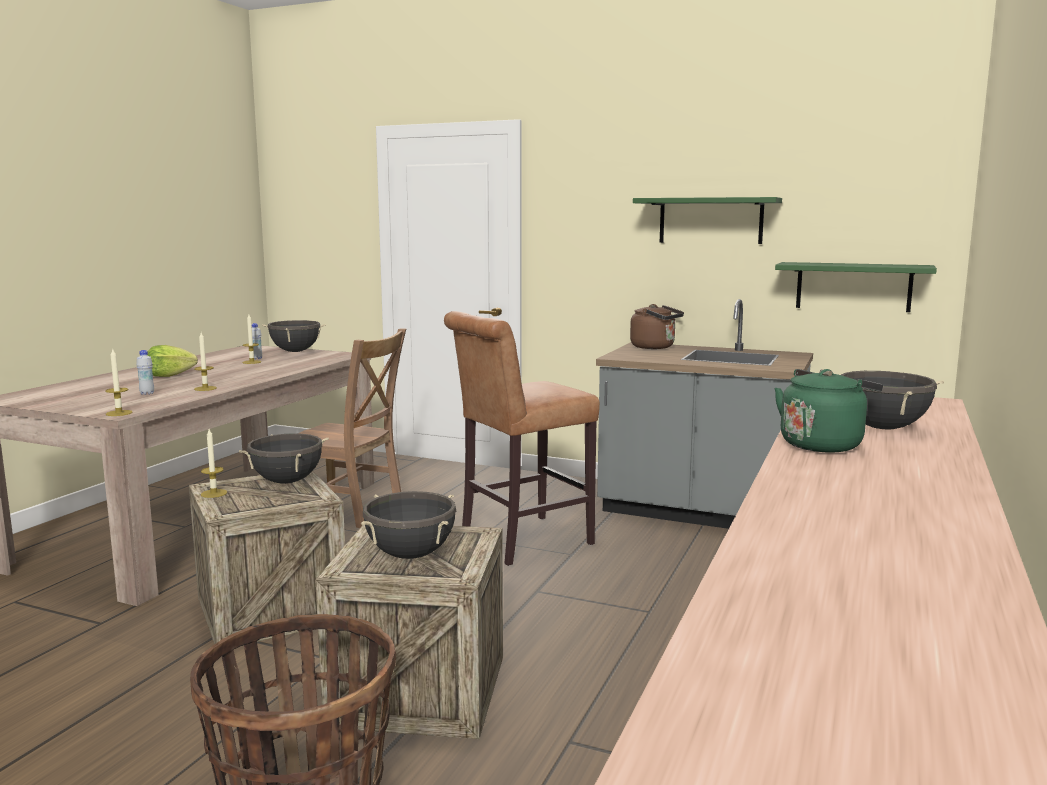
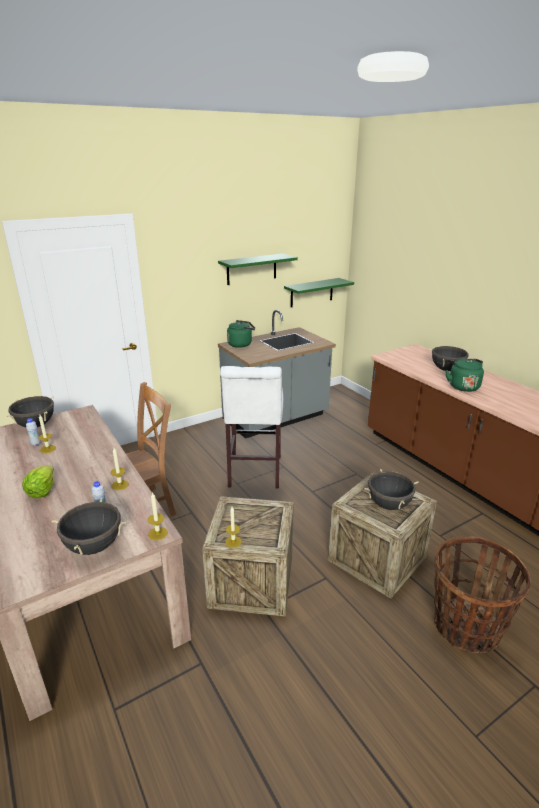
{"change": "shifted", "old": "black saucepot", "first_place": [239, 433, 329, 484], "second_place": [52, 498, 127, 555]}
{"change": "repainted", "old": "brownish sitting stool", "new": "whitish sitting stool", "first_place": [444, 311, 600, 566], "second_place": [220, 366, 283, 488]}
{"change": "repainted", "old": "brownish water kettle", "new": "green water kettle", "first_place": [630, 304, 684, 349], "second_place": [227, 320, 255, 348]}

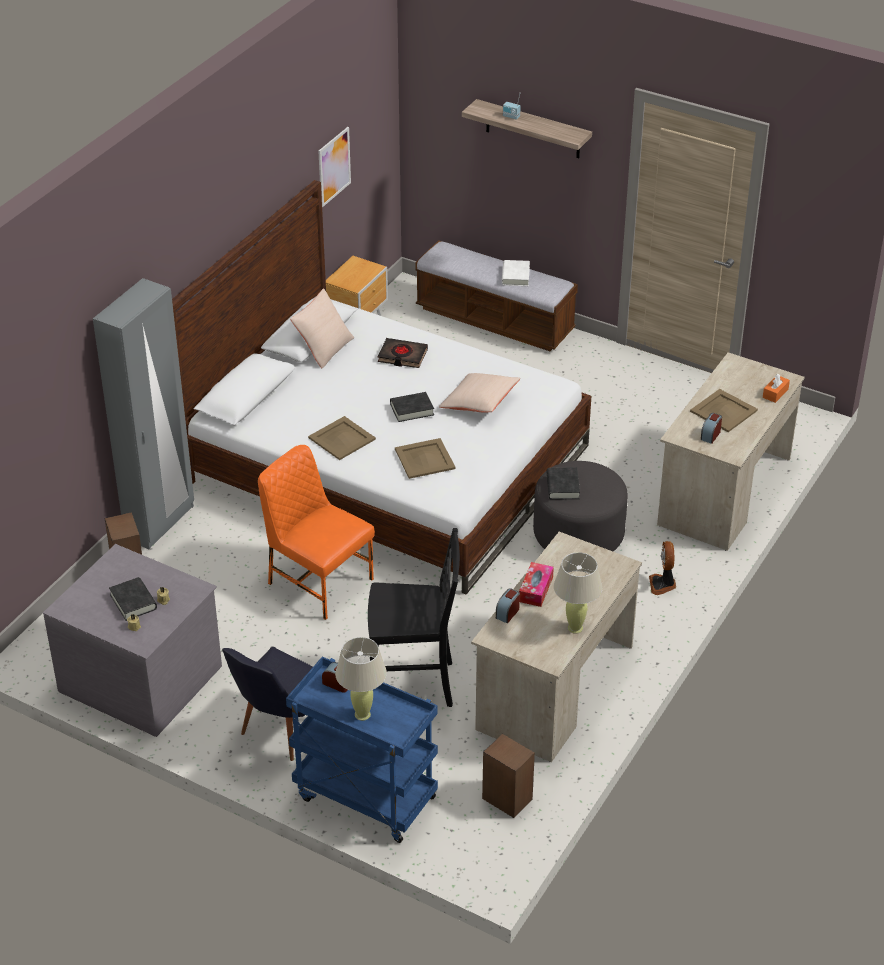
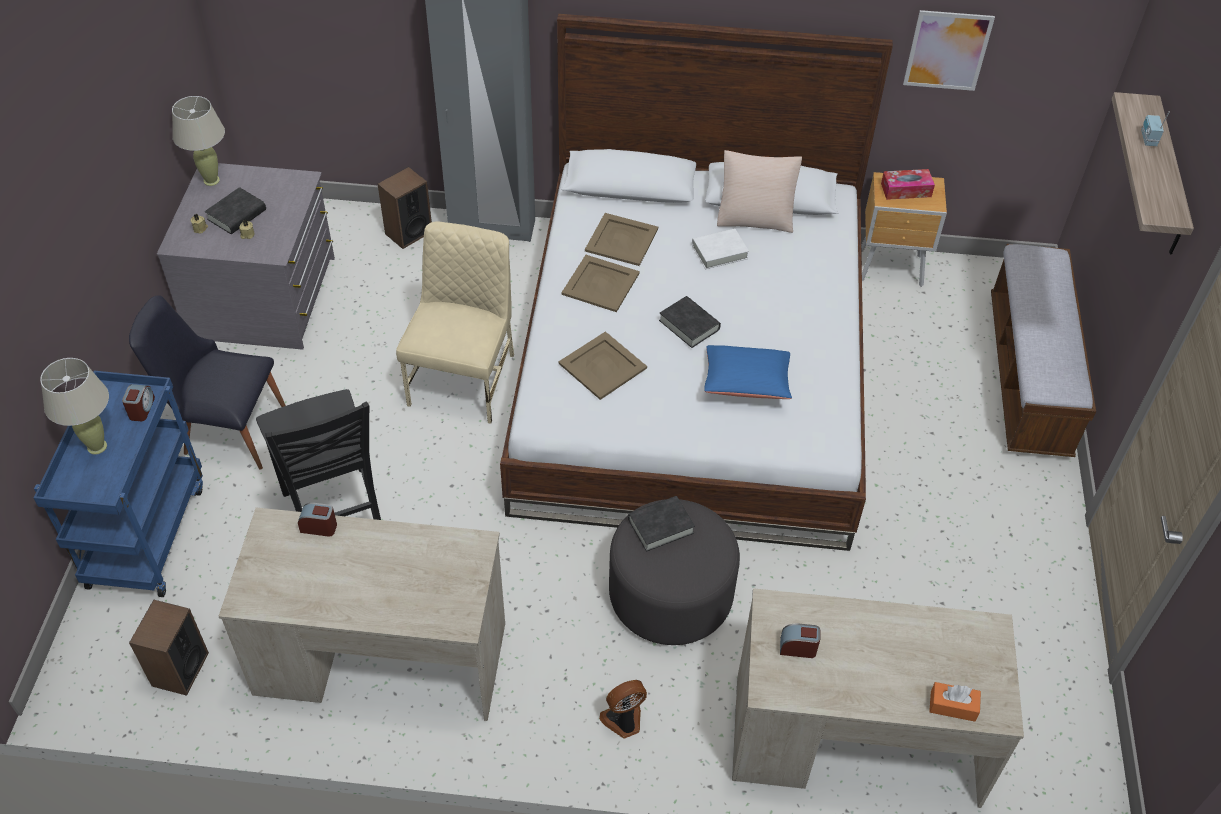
{"change": "shifted", "old": "beige tabletop lamp", "first_place": [554, 552, 602, 634], "second_place": [172, 96, 225, 186]}
{"change": "repainted", "old": "orangey plain chair", "new": "beige plain chair", "first_place": [258, 445, 375, 620], "second_place": [396, 221, 514, 424]}
{"change": "shifted", "old": "beige tray", "first_place": [690, 389, 758, 432], "second_place": [585, 213, 658, 266]}
{"change": "shifted", "old": "whitish volume", "first_place": [502, 260, 530, 286], "second_place": [692, 228, 749, 269]}
{"change": "repainted", "old": "beige pillow", "new": "bluish pillow", "first_place": [439, 373, 521, 413], "second_place": [704, 345, 792, 399]}
{"change": "shifted", "old": "tissue box", "first_place": [519, 562, 554, 607], "second_place": [881, 169, 935, 200]}
{"change": "gone", "old": "black volume", "first_place": [378, 338, 428, 368]}

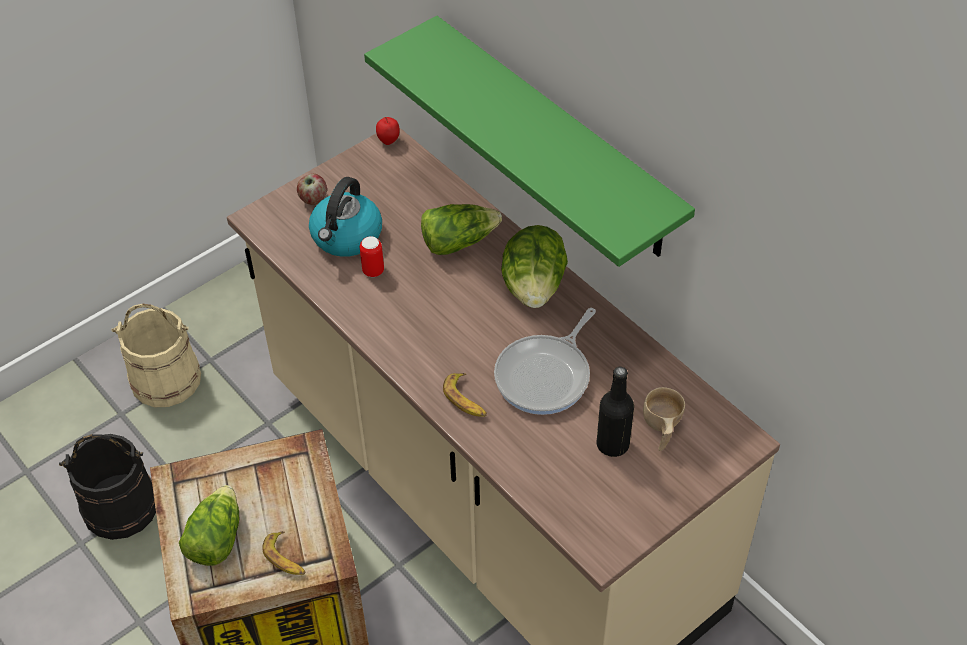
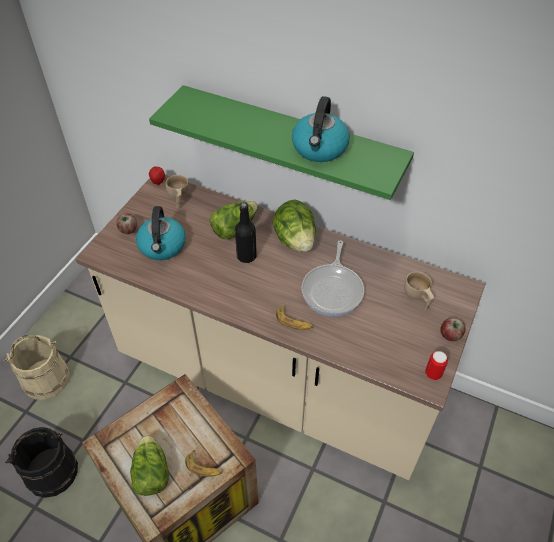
{"change": "new", "new": "beige small cup", "second_place": [166, 175, 189, 209]}
{"change": "shifted", "old": "black drink bottle", "first_place": [596, 367, 634, 457], "second_place": [235, 202, 257, 263]}
{"change": "new", "new": "water kettle", "second_place": [292, 96, 350, 162]}
{"change": "shifted", "old": "sealed can", "first_place": [360, 236, 384, 277], "second_place": [425, 351, 448, 380]}
{"change": "new", "new": "apple fruit", "second_place": [440, 318, 466, 341]}

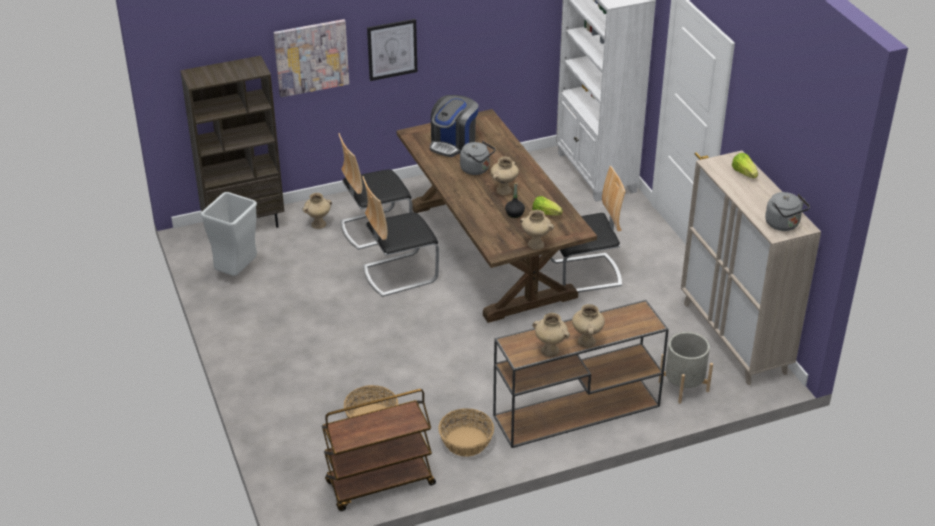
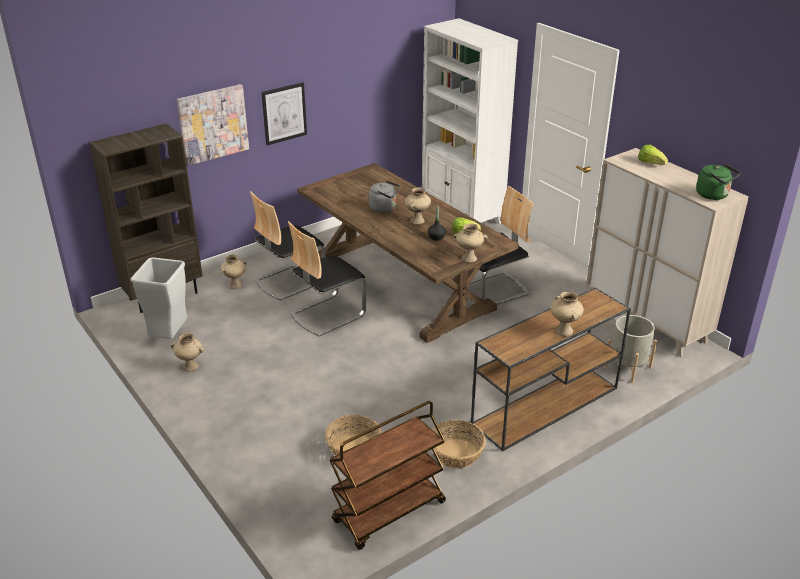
{"change": "shifted", "old": "beige vase", "first_place": [532, 313, 570, 357], "second_place": [171, 333, 204, 372]}
{"change": "repainted", "old": "grey water kettle", "new": "green water kettle", "first_place": [765, 192, 810, 231], "second_place": [696, 164, 740, 200]}
{"change": "gone", "old": "coffee brewer", "first_place": [430, 95, 479, 157]}

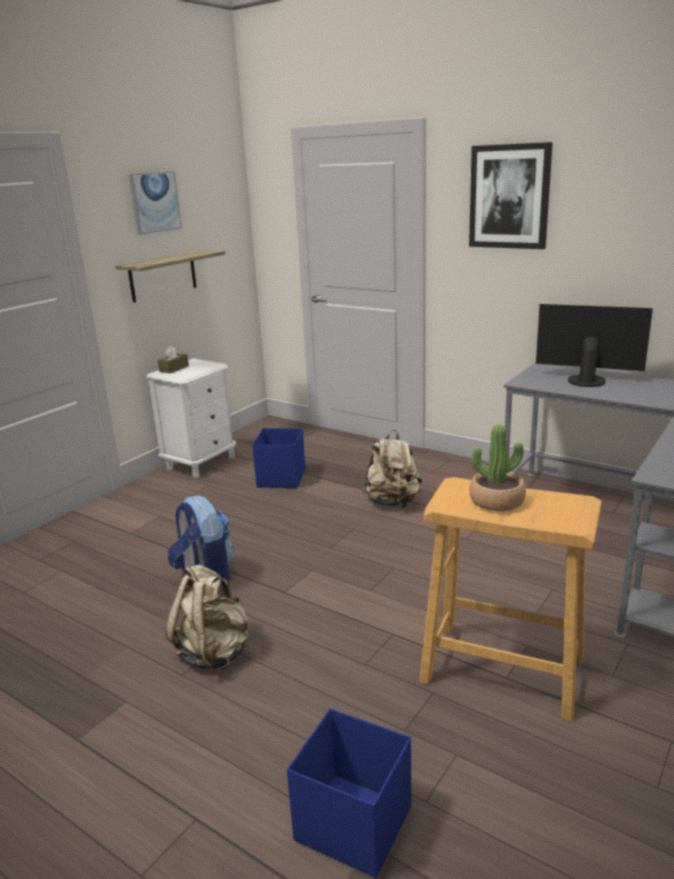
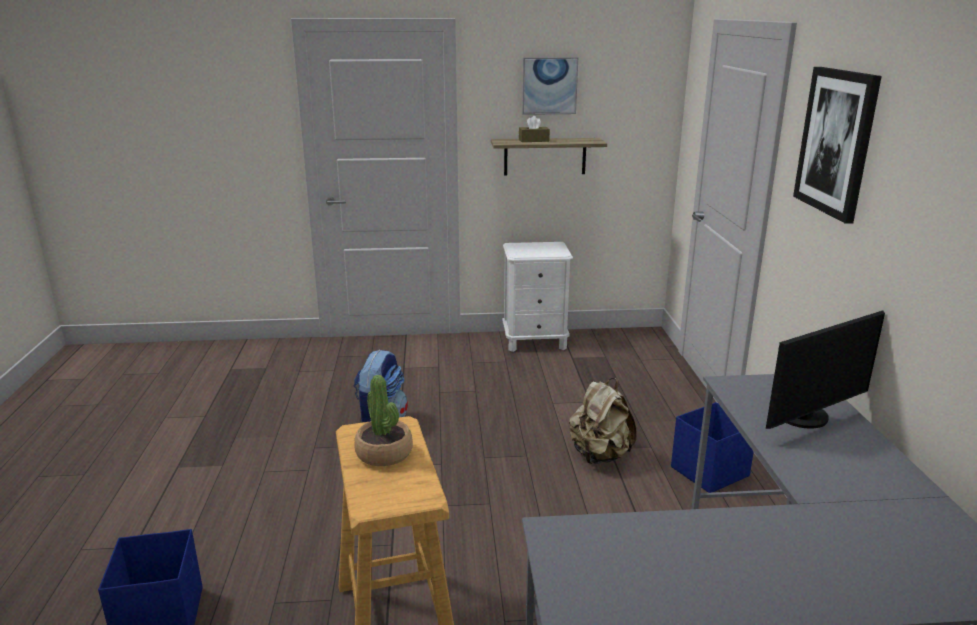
{"change": "shifted", "old": "brownish tissue box", "first_place": [158, 346, 189, 373], "second_place": [519, 116, 550, 142]}
{"change": "shifted", "old": "bluish storage box", "first_place": [252, 428, 305, 488], "second_place": [671, 402, 754, 493]}
{"change": "rotated", "old": "monitor", "first_place": [536, 304, 653, 387], "second_place": [766, 310, 885, 429], "degrees": 75}
{"change": "gone", "old": "beige backpack", "first_place": [165, 565, 248, 672]}

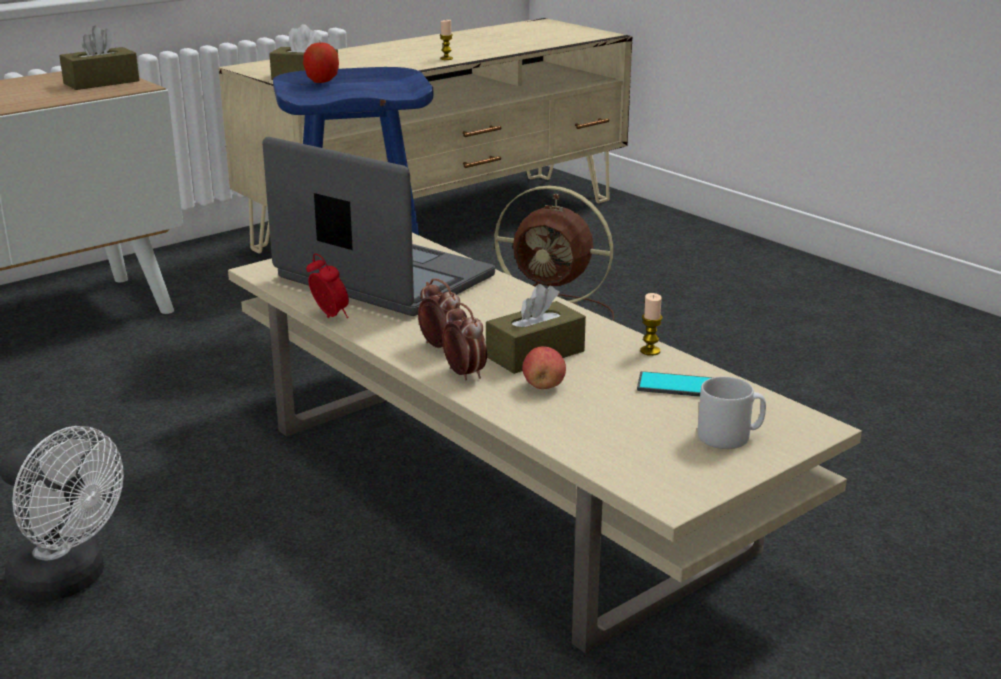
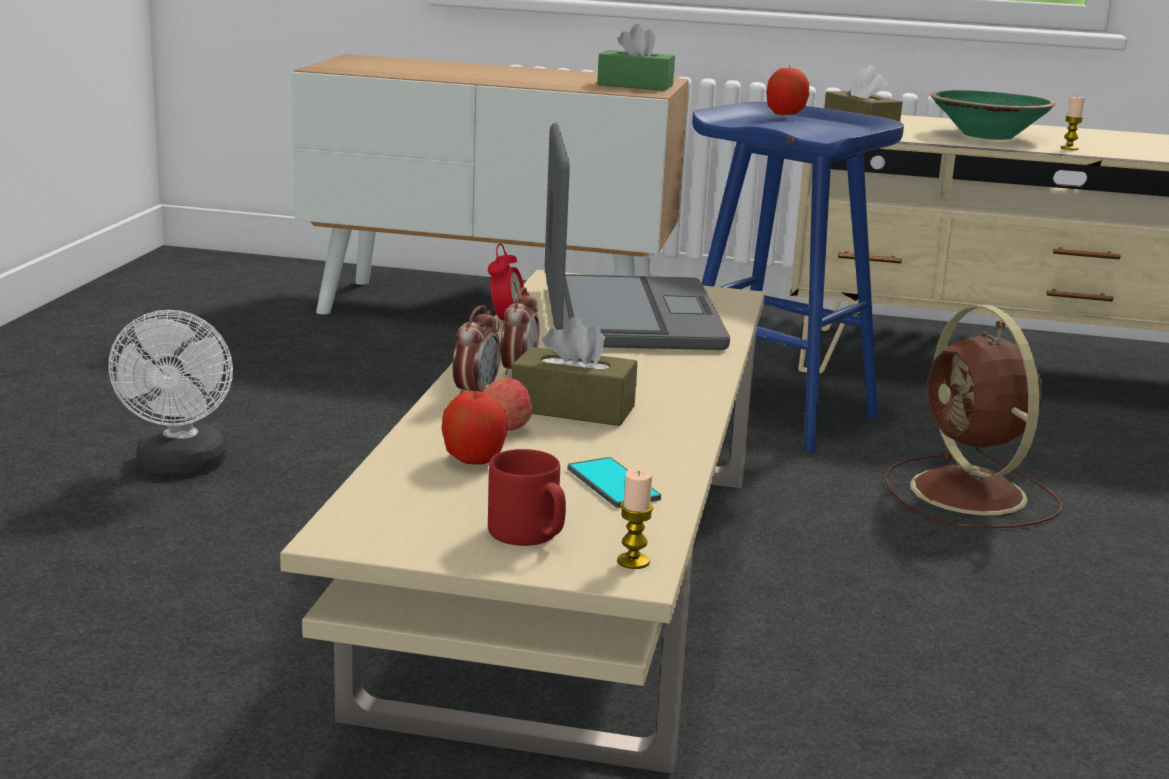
{"change": "new", "new": "apple fruit", "second_place": [442, 390, 507, 465]}
{"change": "repainted", "old": "grey mug", "new": "red mug", "first_place": [697, 377, 766, 449], "second_place": [488, 449, 566, 546]}
{"change": "repainted", "old": "brownish tissue box", "new": "green tissue box", "first_place": [59, 26, 140, 90], "second_place": [597, 24, 675, 91]}
{"change": "shifted", "old": "wax light", "first_place": [640, 293, 663, 356], "second_place": [617, 467, 654, 569]}
{"change": "new", "new": "green serving bowl", "second_place": [930, 90, 1056, 140]}

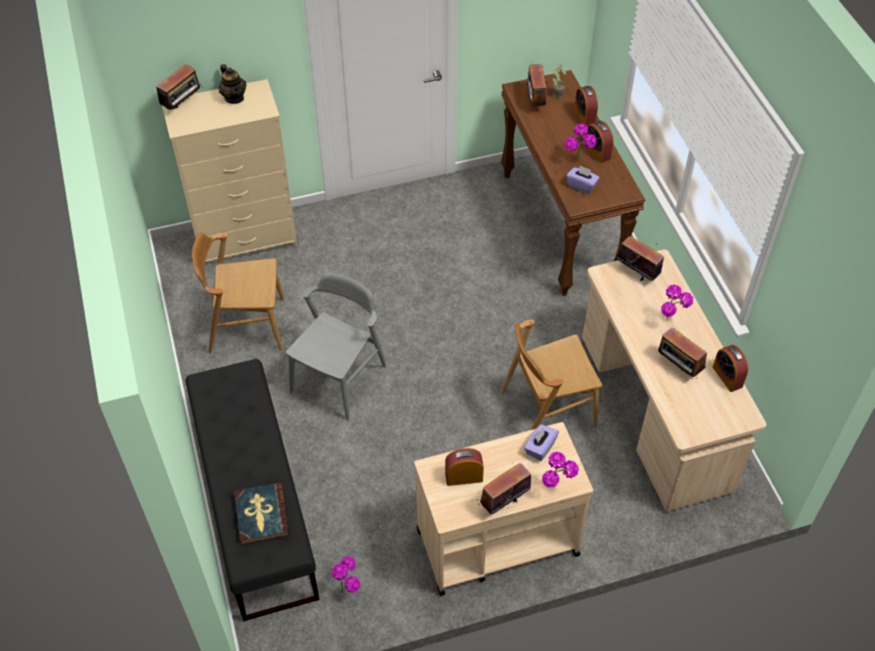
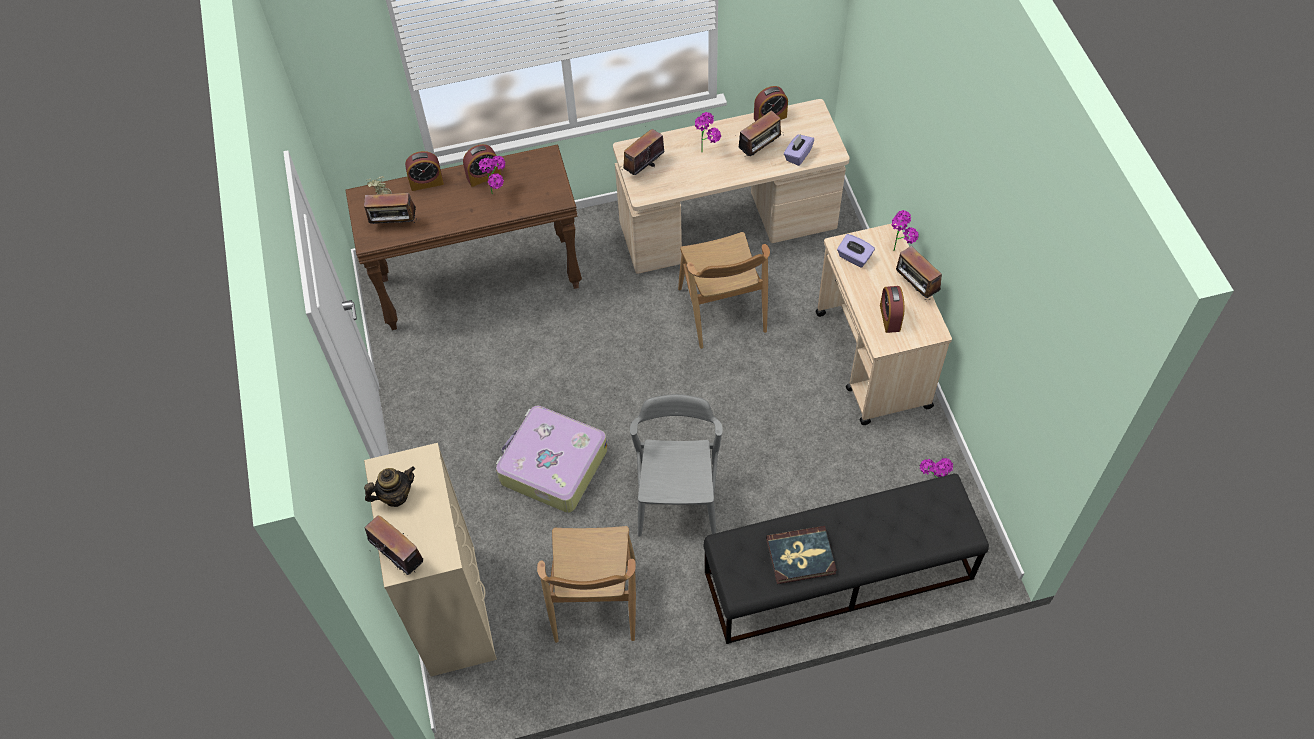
{"change": "new", "new": "suitcase", "second_place": [496, 406, 608, 513]}
{"change": "rotated", "old": "grey plain chair", "first_place": [286, 272, 386, 420], "second_place": [630, 394, 723, 537], "degrees": 60}
{"change": "shifted", "old": "volume", "first_place": [234, 483, 289, 545], "second_place": [766, 526, 837, 584]}
{"change": "shifted", "old": "purple tissue box", "first_place": [566, 166, 600, 194], "second_place": [784, 134, 814, 166]}

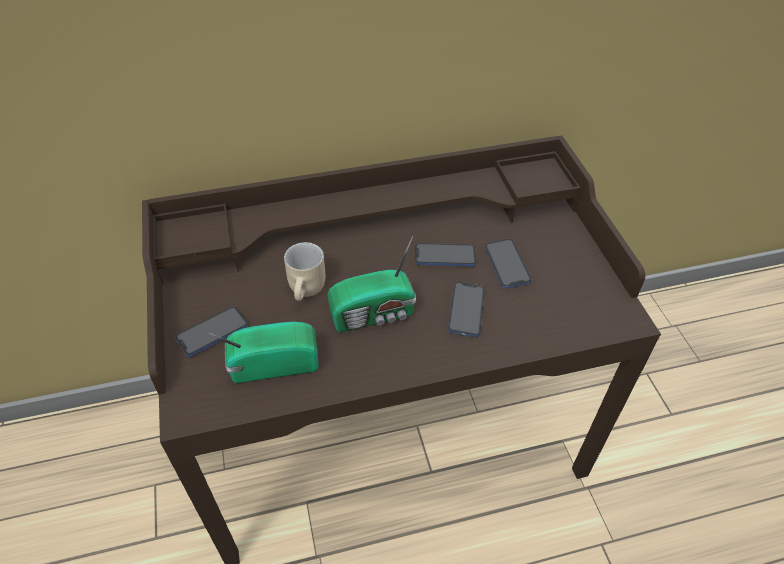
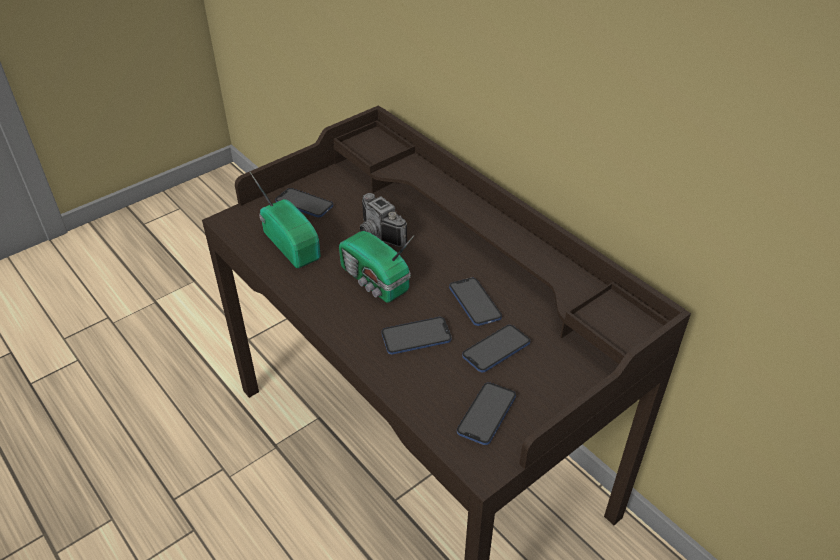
{"change": "swapped", "old": "beige mug", "new": "photo camera", "first_place": [284, 242, 326, 301], "second_place": [360, 193, 407, 247]}
{"change": "new", "new": "handset", "second_place": [457, 382, 516, 445]}

